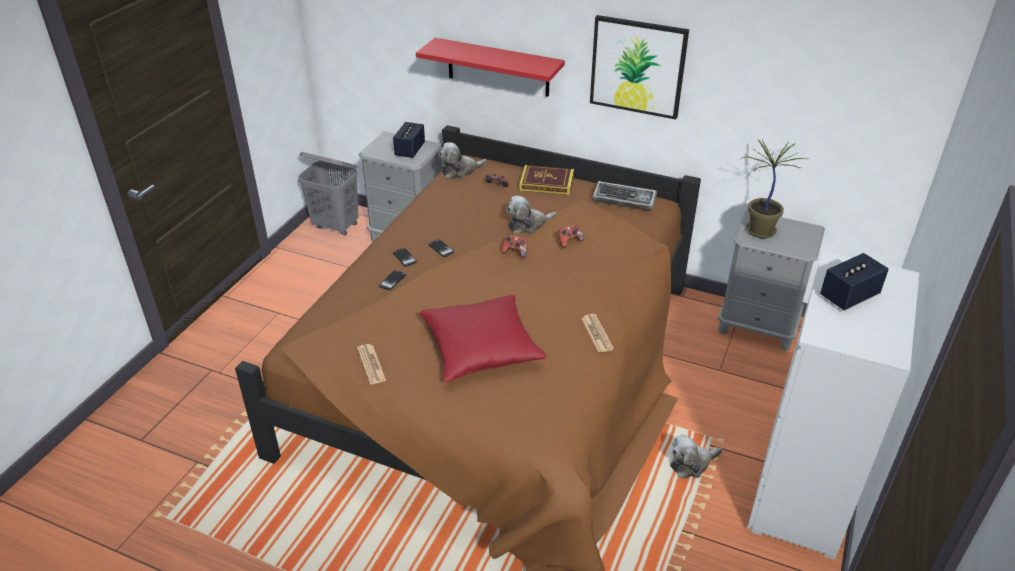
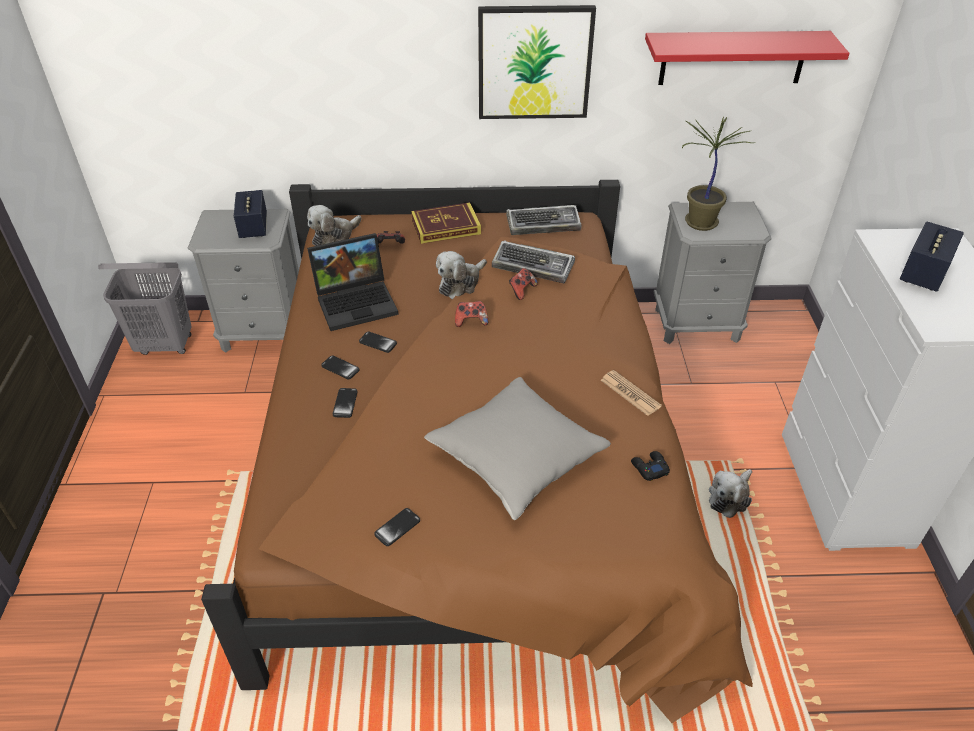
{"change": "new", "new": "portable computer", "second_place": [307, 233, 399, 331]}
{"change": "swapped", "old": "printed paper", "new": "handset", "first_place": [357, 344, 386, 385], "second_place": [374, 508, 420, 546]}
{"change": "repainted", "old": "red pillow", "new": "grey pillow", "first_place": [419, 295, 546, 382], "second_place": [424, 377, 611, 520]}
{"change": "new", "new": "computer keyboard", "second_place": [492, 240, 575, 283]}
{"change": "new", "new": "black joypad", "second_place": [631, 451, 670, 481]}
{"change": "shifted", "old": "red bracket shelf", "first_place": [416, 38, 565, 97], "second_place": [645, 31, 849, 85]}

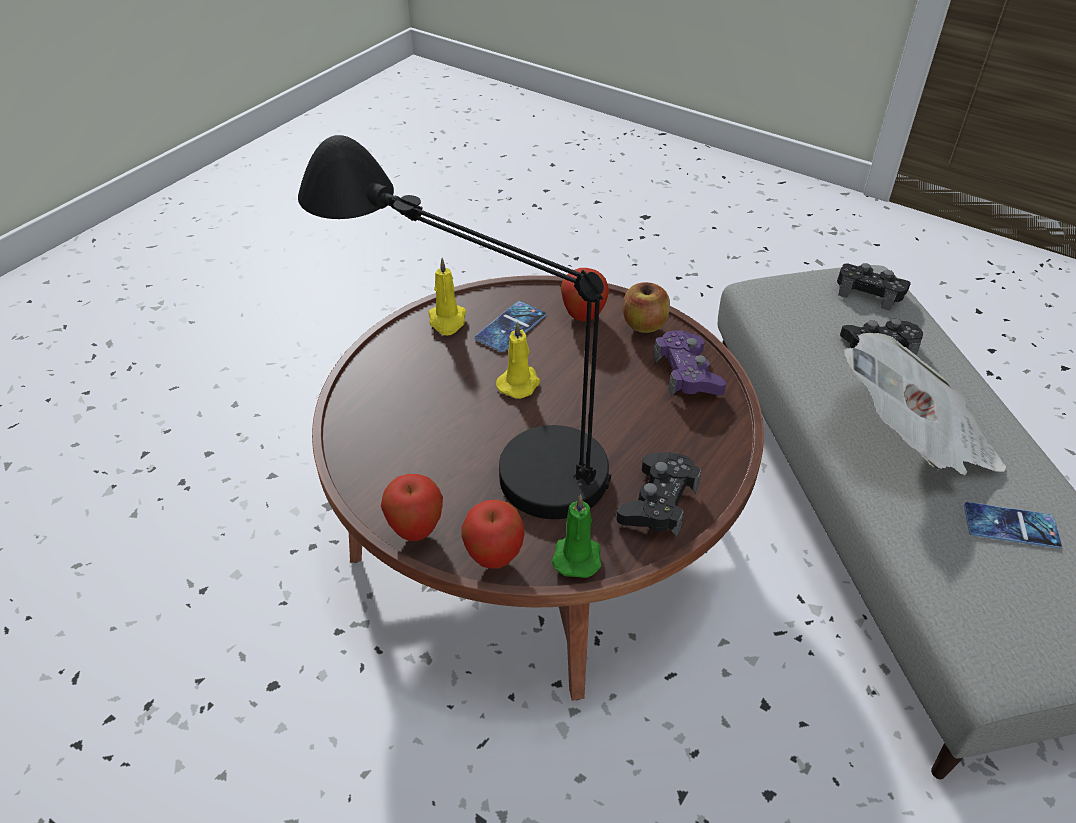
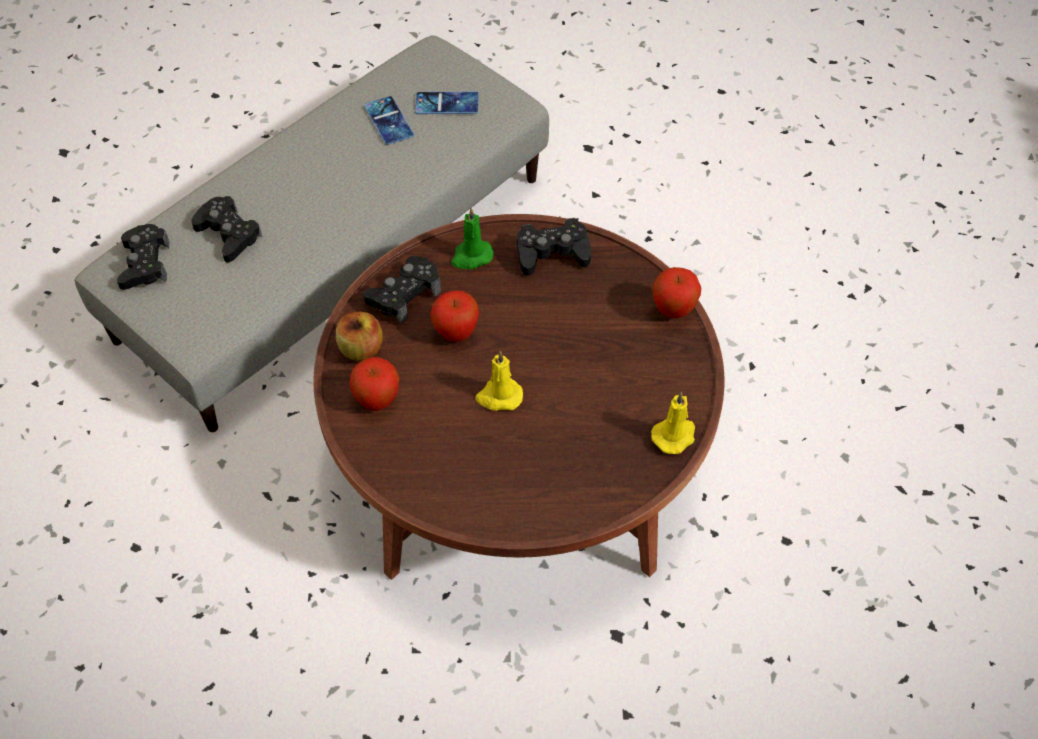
{"change": "repainted", "old": "purple joypad", "new": "black joypad", "first_place": [653, 330, 726, 396], "second_place": [363, 256, 441, 323]}
{"change": "shifted", "old": "handset", "first_place": [475, 301, 546, 352], "second_place": [415, 92, 479, 114]}
{"change": "shifted", "old": "apple fruit", "first_place": [381, 474, 443, 541], "second_place": [430, 290, 479, 342]}
{"change": "shifted", "old": "green wax light", "first_place": [552, 494, 601, 578], "second_place": [451, 208, 493, 269]}
{"change": "shifted", "old": "yellow-coloured wax light", "first_place": [428, 258, 466, 336], "second_place": [651, 392, 695, 454]}
{"change": "gone", "old": "black tabletop lamp", "first_place": [298, 135, 611, 519]}
{"change": "gone", "old": "printed paper", "first_place": [844, 333, 1006, 475]}

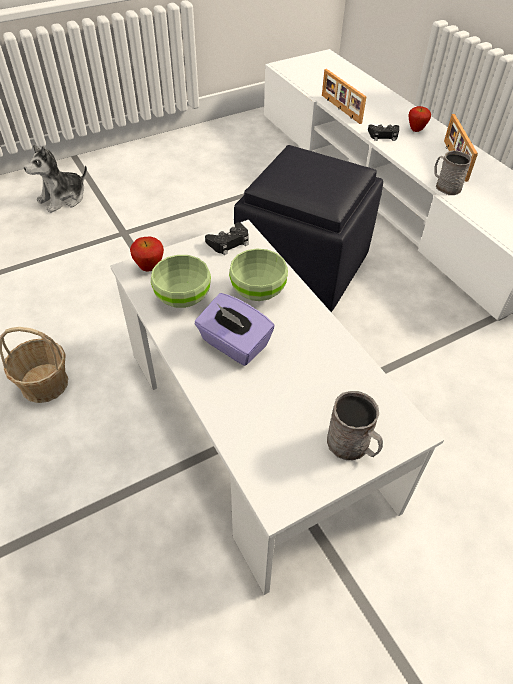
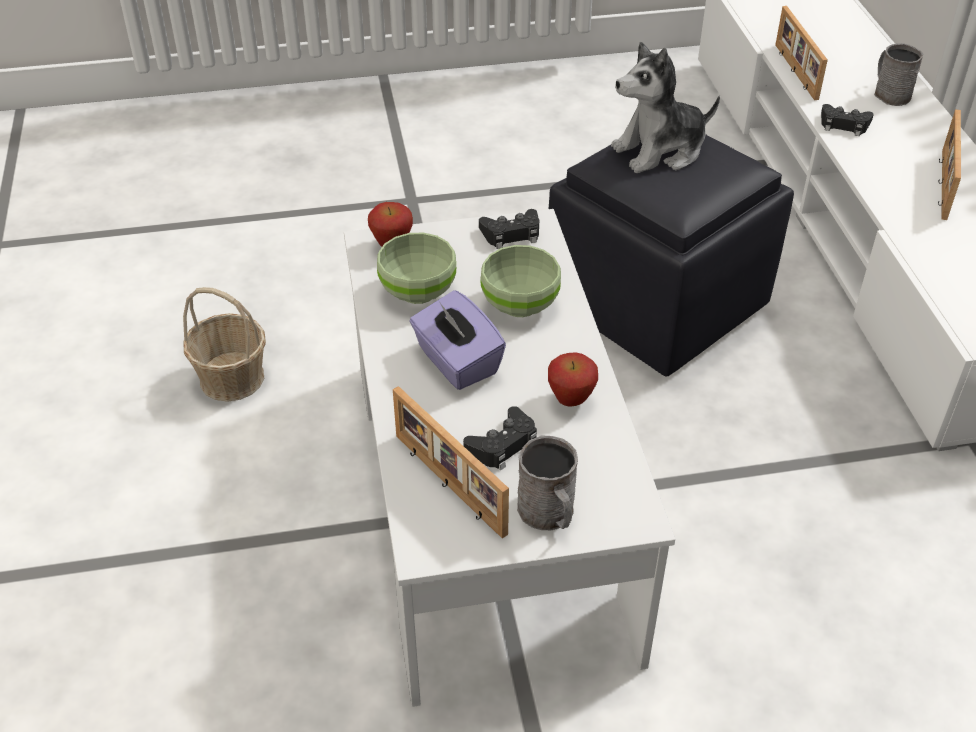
{"change": "new", "new": "standing frame", "second_place": [393, 386, 509, 538]}
{"change": "new", "new": "black joypad", "second_place": [463, 406, 537, 471]}
{"change": "shifted", "old": "apple fruit", "first_place": [408, 106, 431, 132], "second_place": [548, 352, 598, 407]}
{"change": "shifted", "old": "soft toy", "first_place": [24, 144, 87, 213], "second_place": [611, 42, 720, 173]}
{"change": "shifted", "old": "grey mug", "first_place": [435, 150, 471, 195], "second_place": [874, 43, 923, 106]}

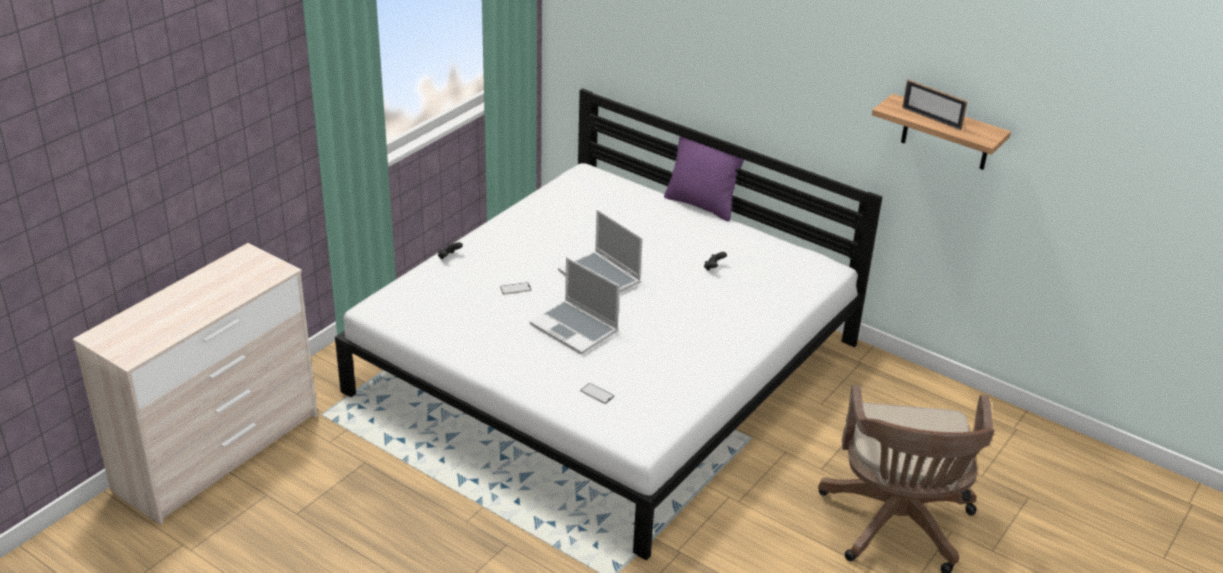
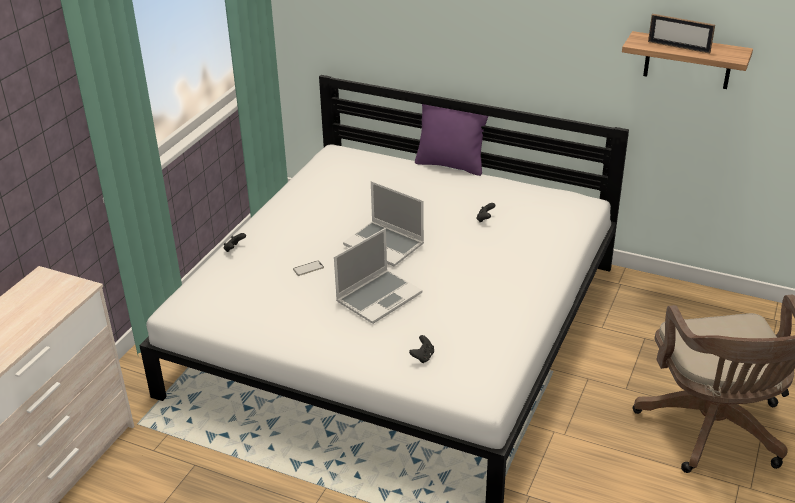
{"change": "rotated", "old": "portable computer", "first_place": [530, 257, 620, 354], "second_place": [334, 228, 422, 324], "degrees": -75}
{"change": "swapped", "old": "handset", "new": "black joypad", "first_place": [580, 383, 614, 404], "second_place": [409, 335, 434, 363]}

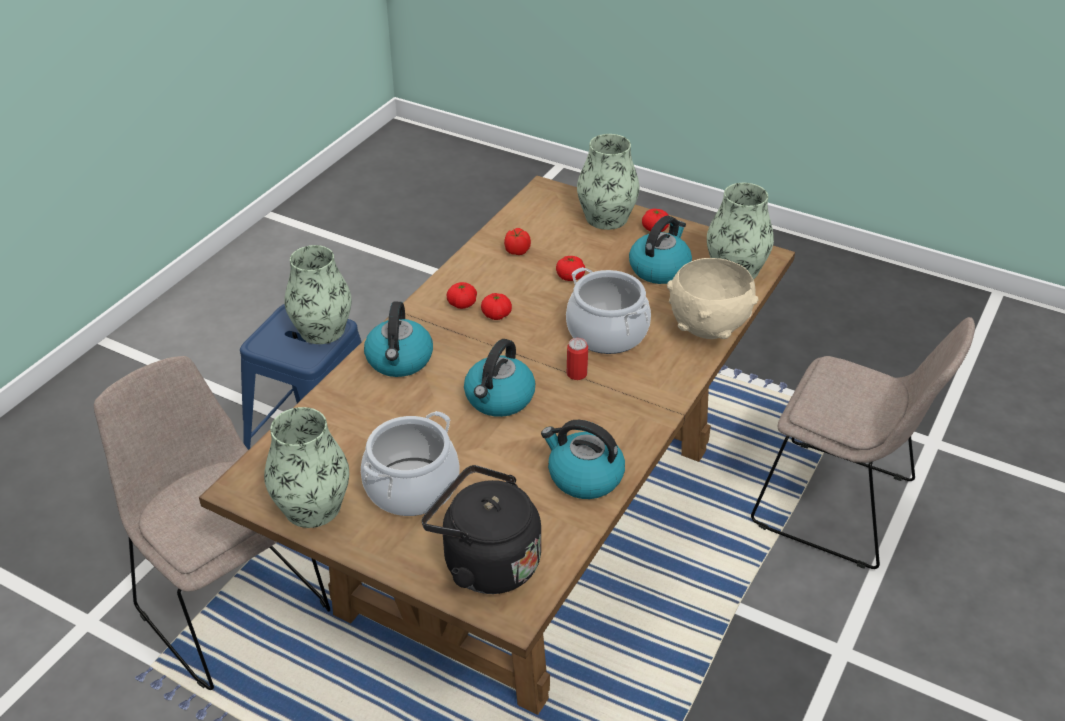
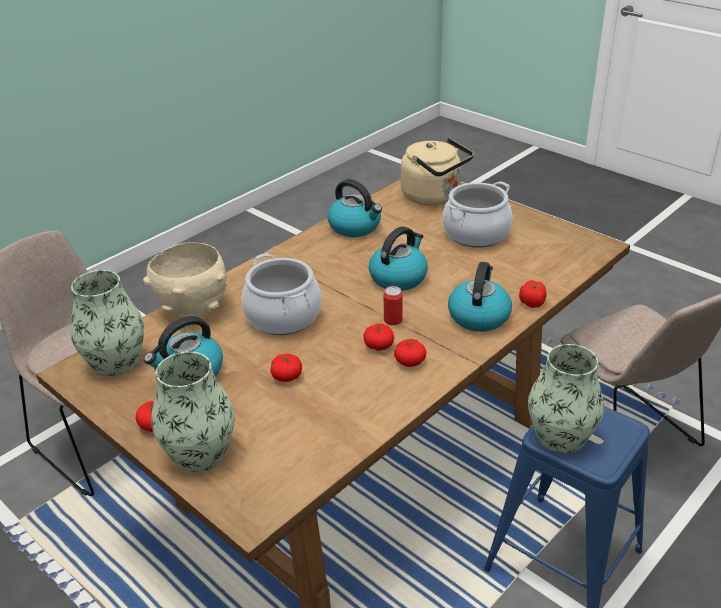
{"change": "shifted", "old": "sealed can", "first_place": [567, 338, 588, 380], "second_place": [384, 286, 403, 325]}
{"change": "repainted", "old": "black water kettle", "new": "beige water kettle", "first_place": [422, 465, 541, 594], "second_place": [401, 138, 474, 206]}
{"change": "shifted", "old": "tomato", "first_place": [504, 228, 531, 255], "second_place": [519, 280, 547, 308]}
{"change": "gone", "old": "vase", "first_place": [264, 407, 349, 528]}

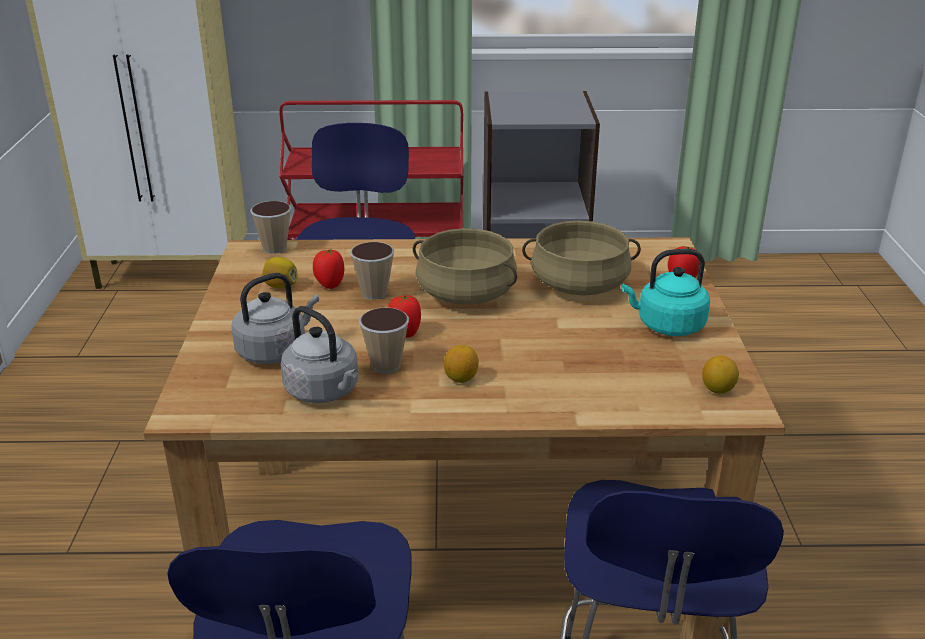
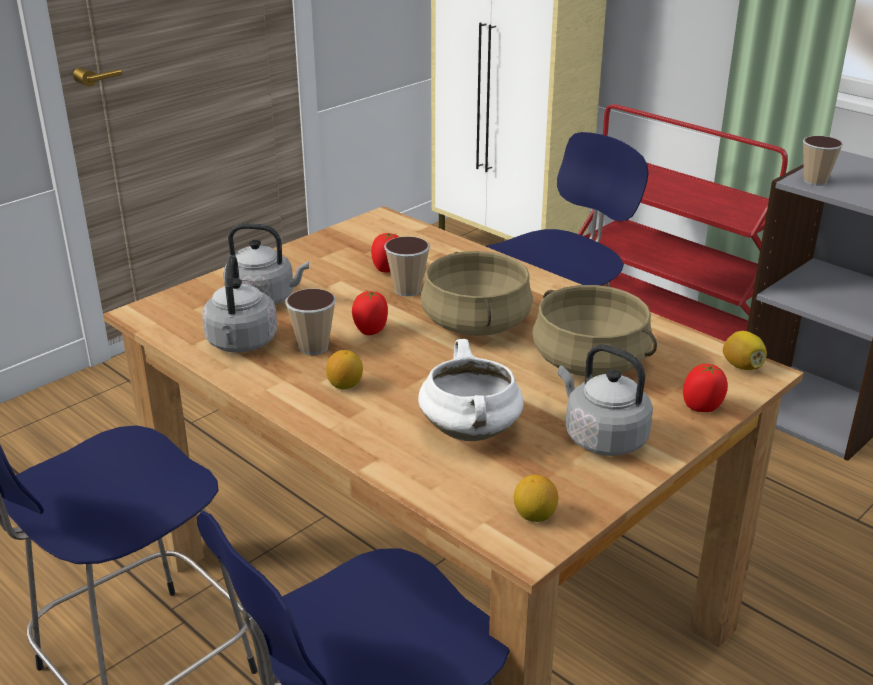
{"change": "new", "new": "whitish saucepot", "second_place": [418, 339, 523, 441]}
{"change": "repainted", "old": "turquoise-coloured water kettle", "new": "grey water kettle", "first_place": [621, 249, 710, 336], "second_place": [558, 344, 653, 456]}
{"change": "shifted", "old": "lemon", "first_place": [262, 257, 297, 288], "second_place": [723, 331, 767, 370]}
{"change": "shifted", "old": "small cup", "first_place": [250, 201, 291, 254], "second_place": [803, 136, 843, 186]}

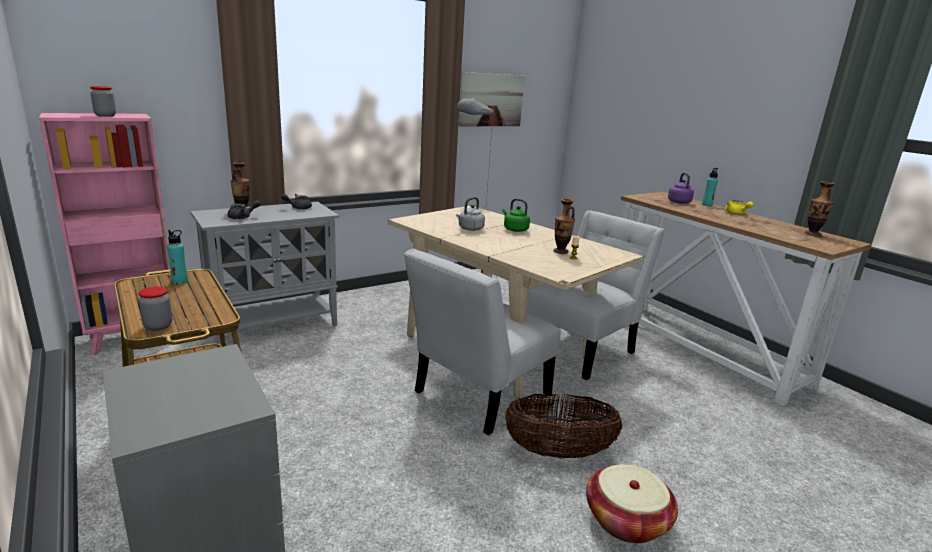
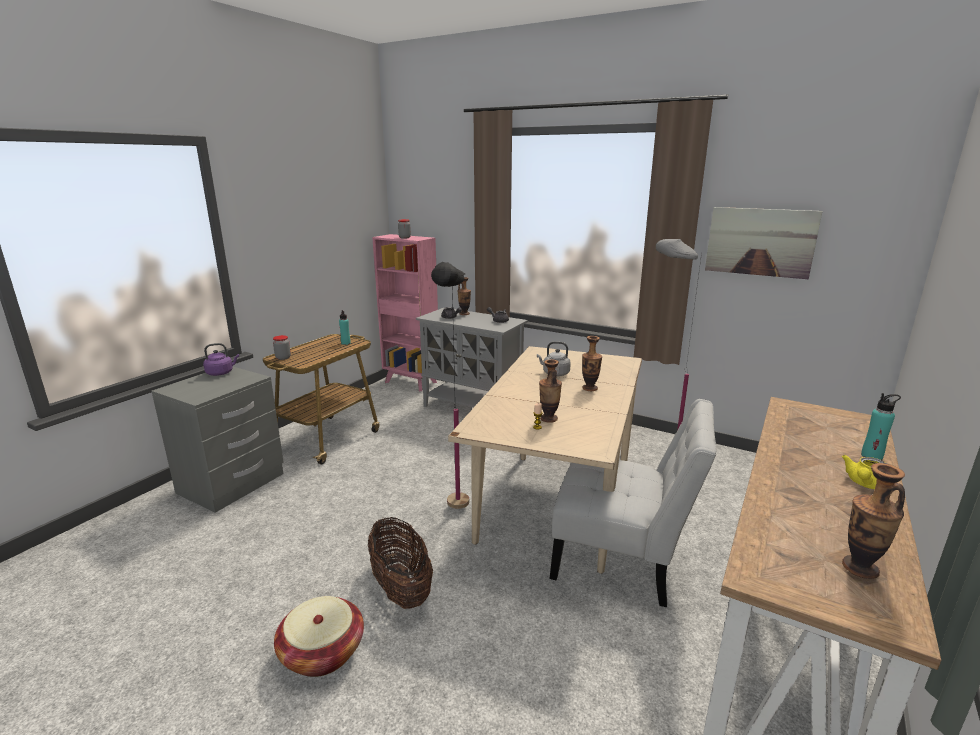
{"change": "shifted", "old": "purple water kettle", "first_place": [668, 173, 694, 204], "second_place": [203, 343, 239, 376]}
{"change": "swapped", "old": "whitish plain chair", "new": "black standing lamp", "first_place": [404, 249, 561, 435], "second_place": [431, 262, 469, 509]}
{"change": "swapped", "old": "green water kettle", "new": "vase", "first_place": [502, 199, 530, 232], "second_place": [582, 336, 602, 391]}

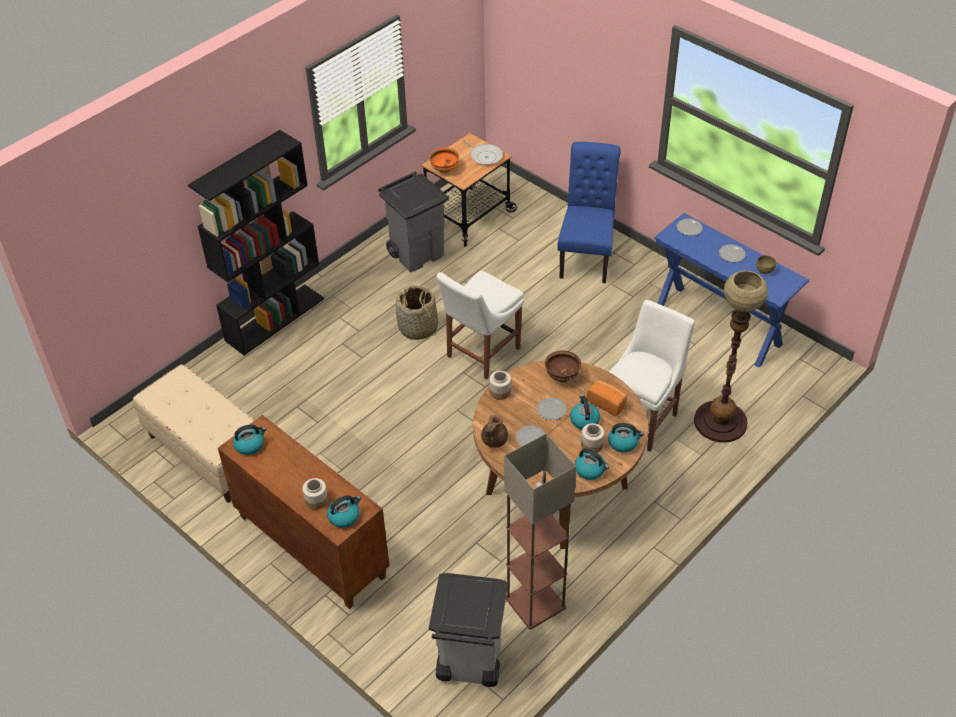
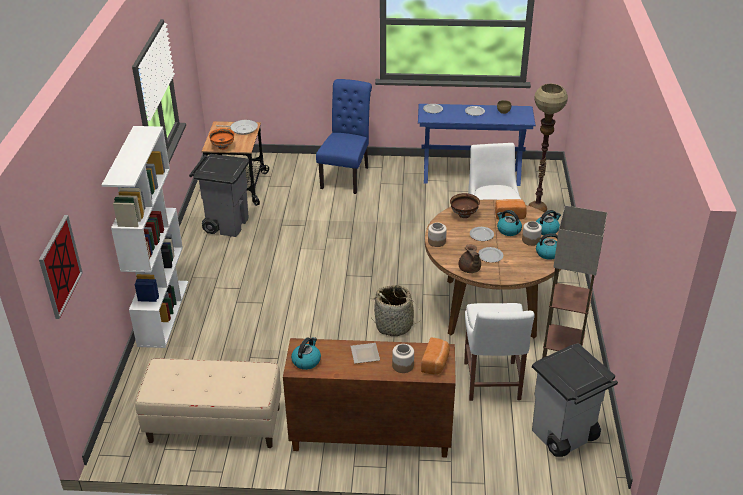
{"change": "new", "new": "wall picture", "second_place": [39, 215, 83, 319]}
{"change": "repainted", "old": "black bookcase", "new": "whitish bookcase", "first_place": [188, 130, 324, 355], "second_place": [102, 126, 188, 348]}
{"change": "rotated", "old": "bluish plain chair", "first_place": [557, 142, 621, 283], "second_place": [316, 79, 372, 194], "degrees": 45}
{"change": "new", "new": "dinner plate", "second_place": [351, 343, 380, 364]}
{"change": "shifted", "old": "household basket", "first_place": [396, 285, 438, 340], "second_place": [371, 285, 422, 336]}
{"change": "swapped", "old": "water kettle", "new": "baked bread", "first_place": [327, 495, 361, 528], "second_place": [421, 337, 450, 374]}
{"change": "shifted", "old": "whitish plain chair", "first_place": [436, 271, 524, 379], "second_place": [464, 303, 534, 401]}

